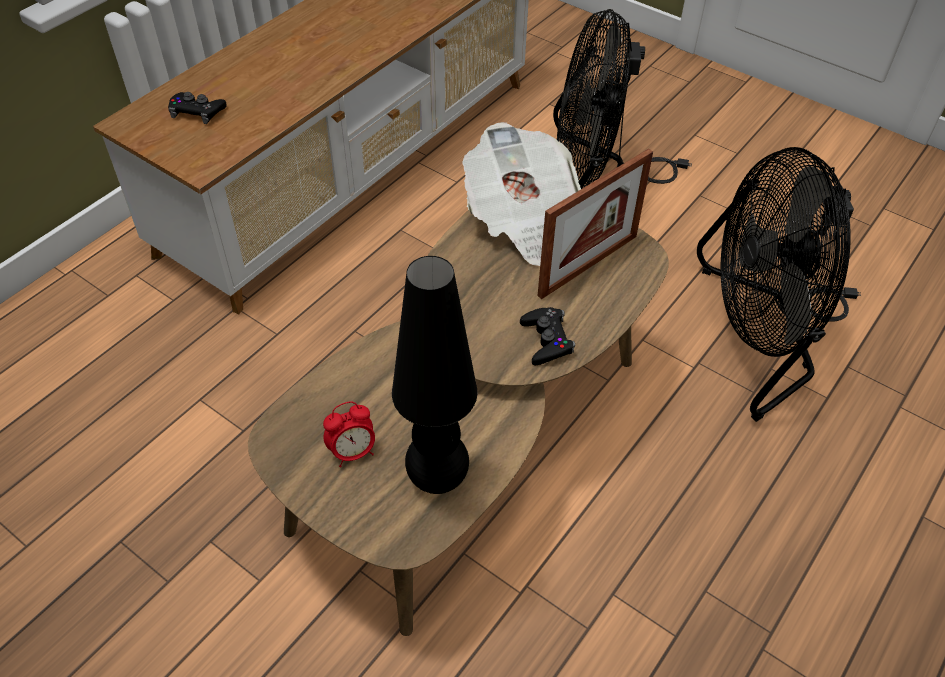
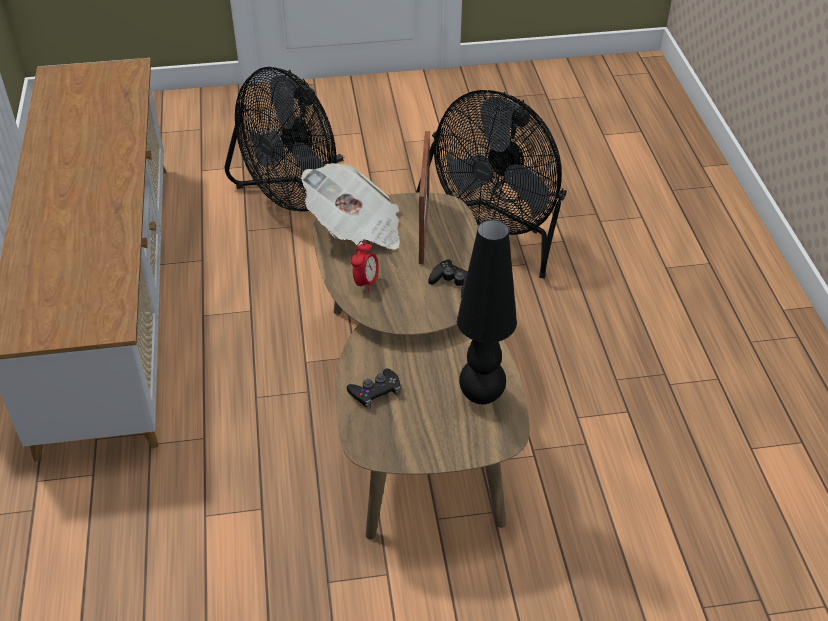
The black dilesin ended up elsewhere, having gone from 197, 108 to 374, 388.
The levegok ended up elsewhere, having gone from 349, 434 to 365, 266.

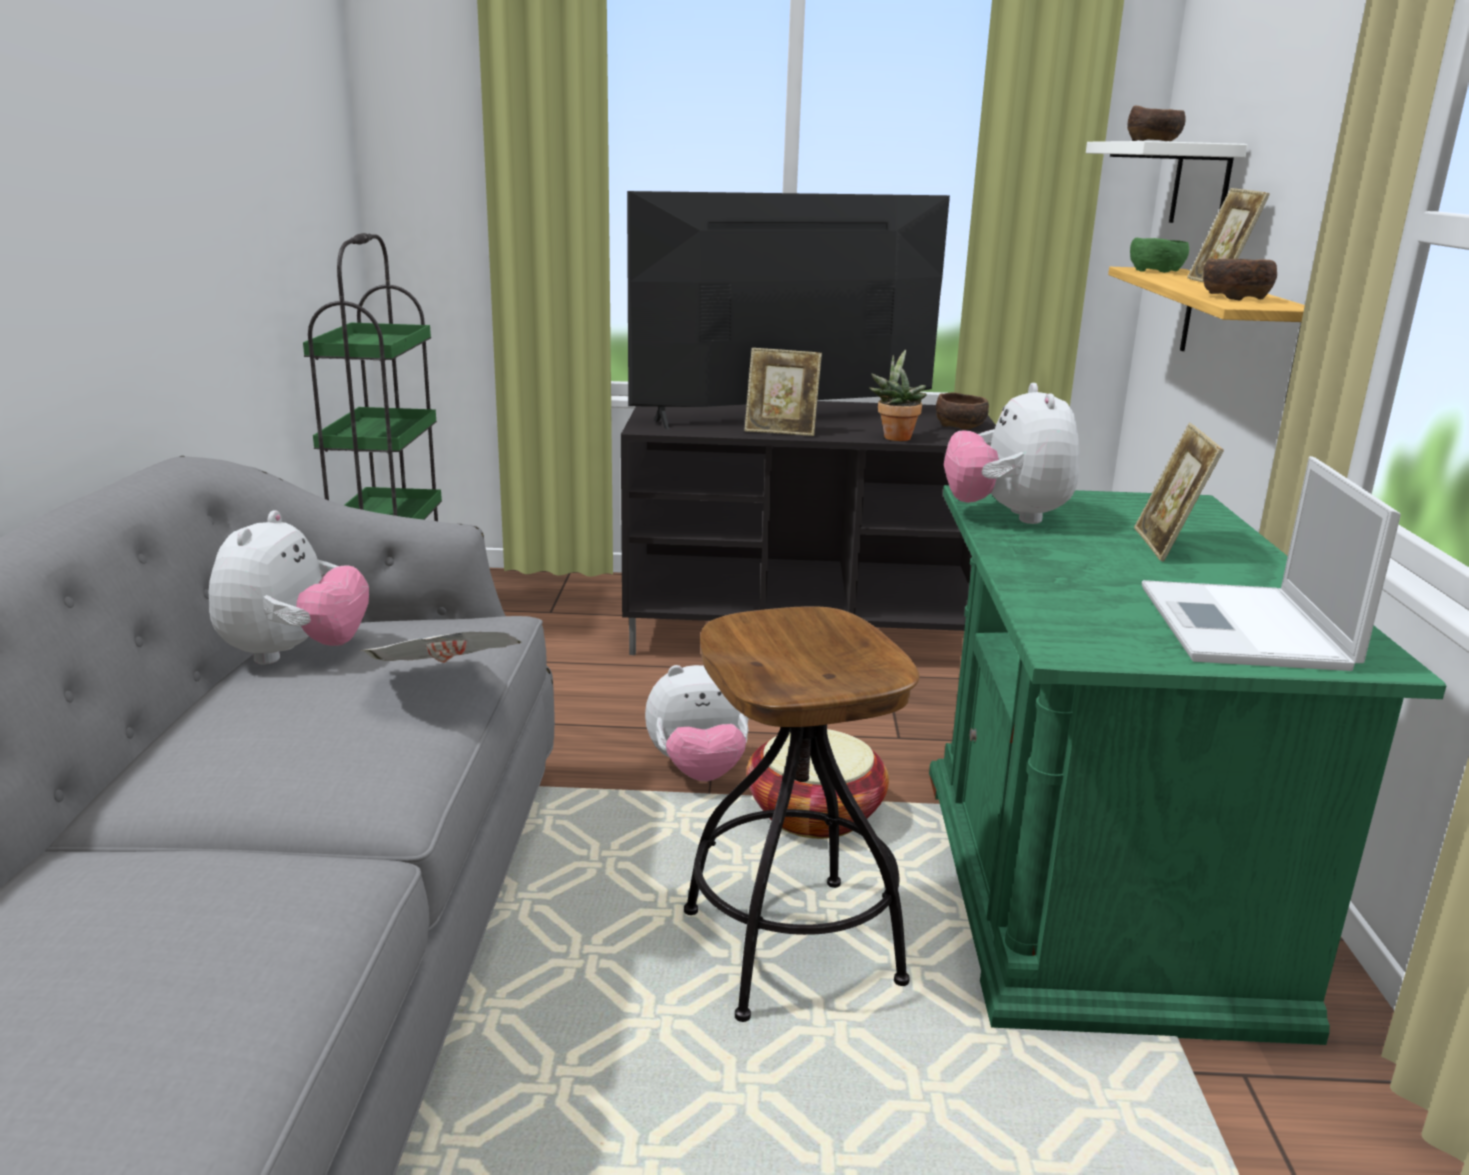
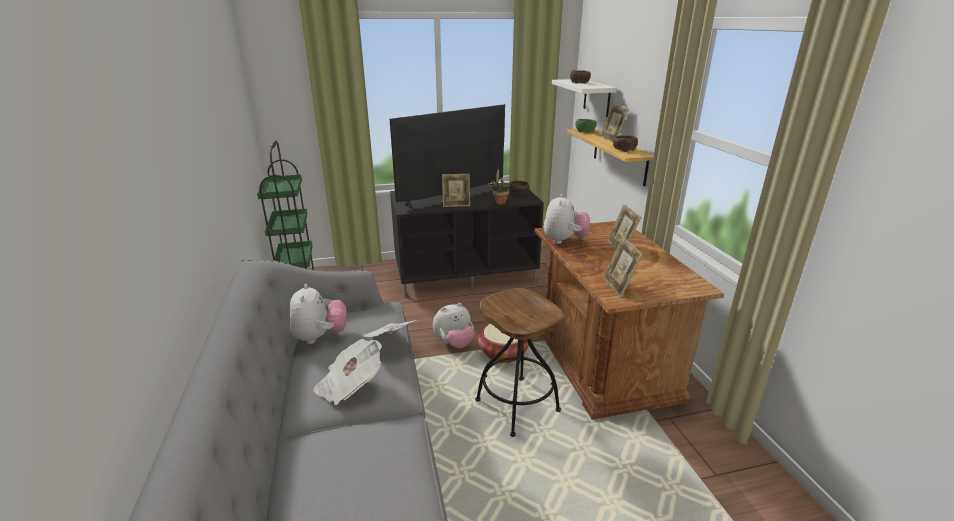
The second view gained the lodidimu at 348, 372.
What was the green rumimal at 1187, 765 turned into the brown rumimal at 629, 320.
The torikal at 1011, 453 ended up facing another way, 150 degrees counterclockwise from before.
The second view gained the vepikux at 623, 267.
The second view lost the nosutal at 1271, 563.

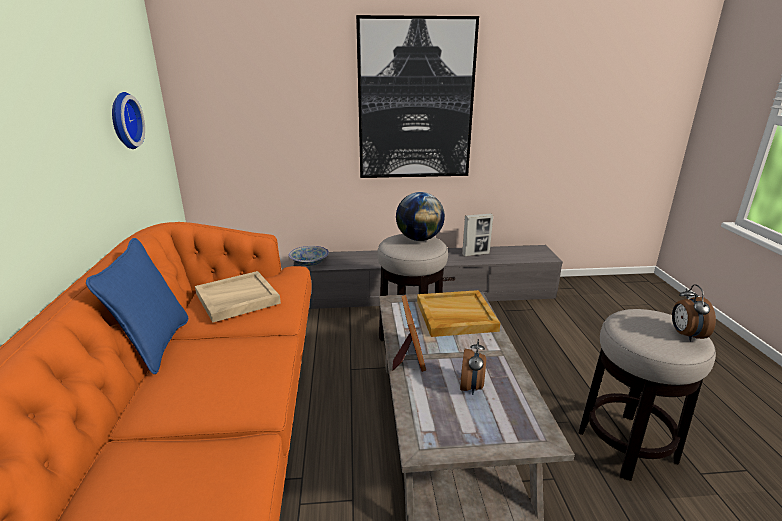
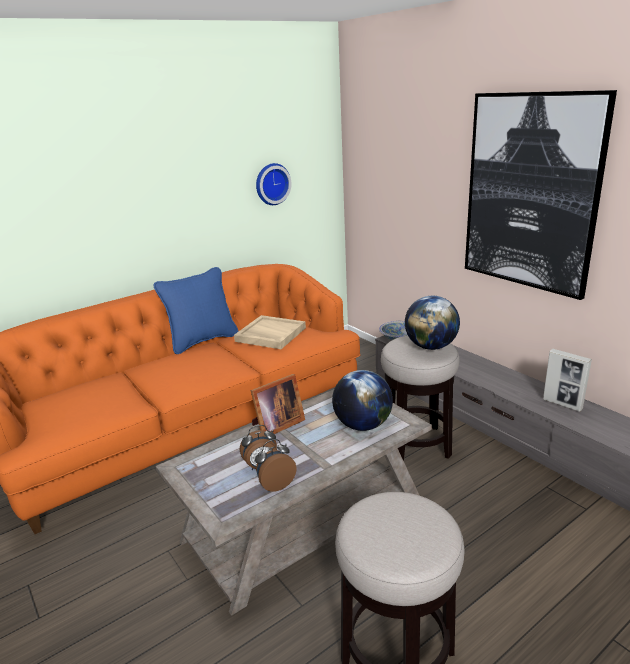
The levegok ended up elsewhere, having gone from 694, 312 to 276, 465.
Where the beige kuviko stood at 458, 313, the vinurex came to stand at 362, 400.

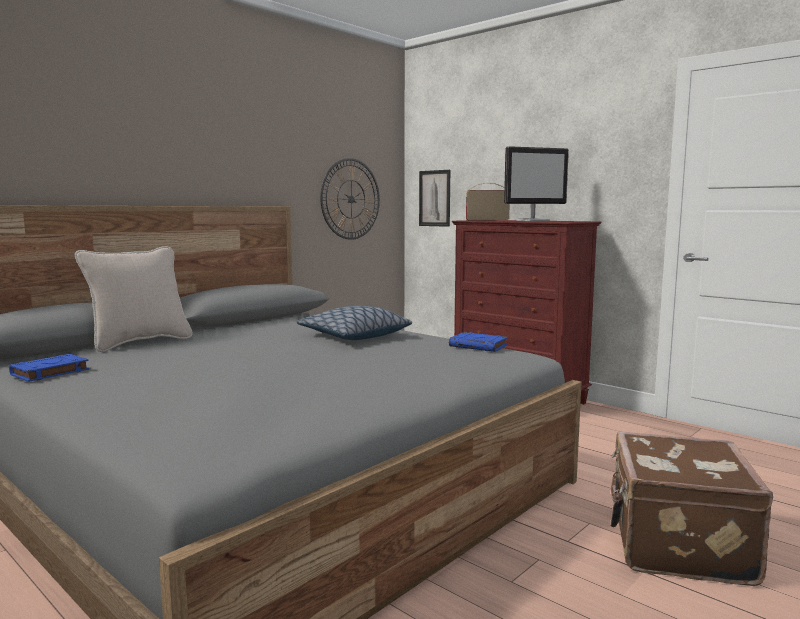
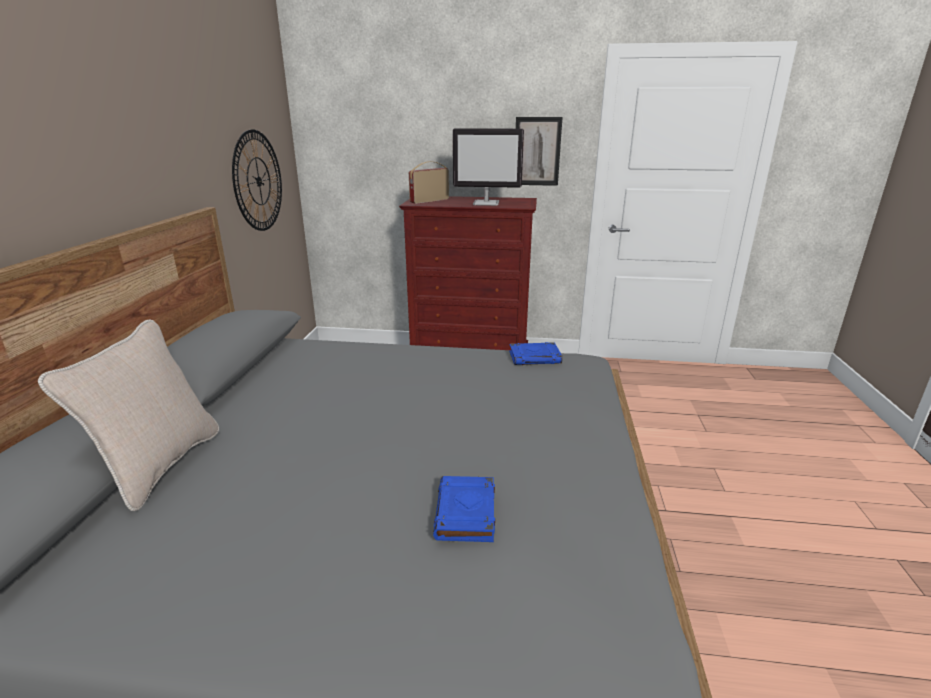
The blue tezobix ended up elsewhere, having gone from 49, 368 to 464, 509.
The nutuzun at 536, 183 ended up facing another way, 60 degrees clockwise from before.
The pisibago ended up elsewhere, having gone from 434, 198 to 539, 151.
The second view lost the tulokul at 354, 323.
The second view lost the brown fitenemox at 691, 508.

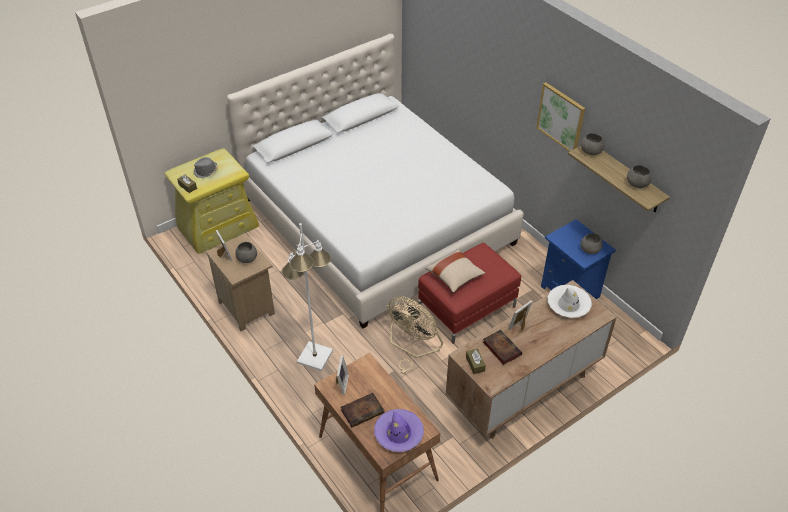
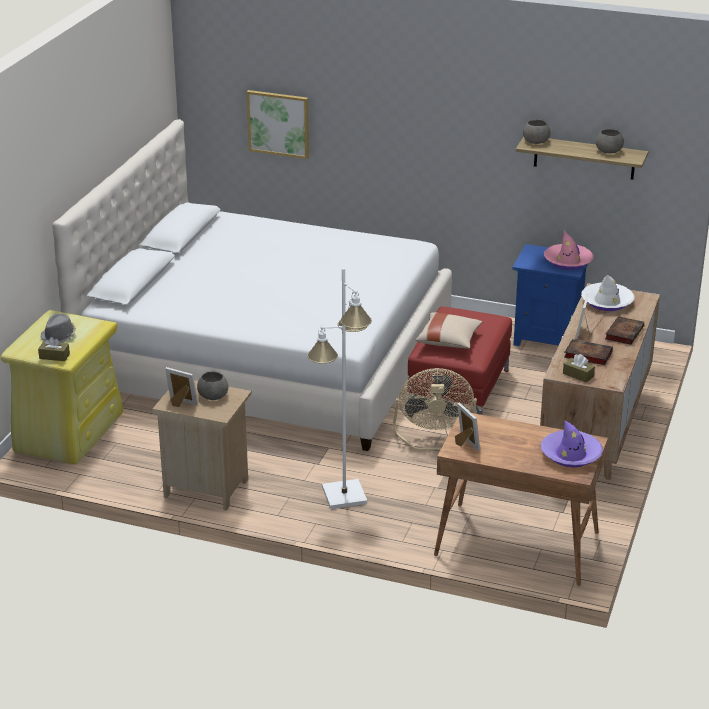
The pisibago ended up elsewhere, having gone from 560, 117 to 278, 124.
Where the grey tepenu stood at 591, 243, the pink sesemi came to stand at 569, 250.
The tezobix ended up elsewhere, having gone from 362, 410 to 624, 330.

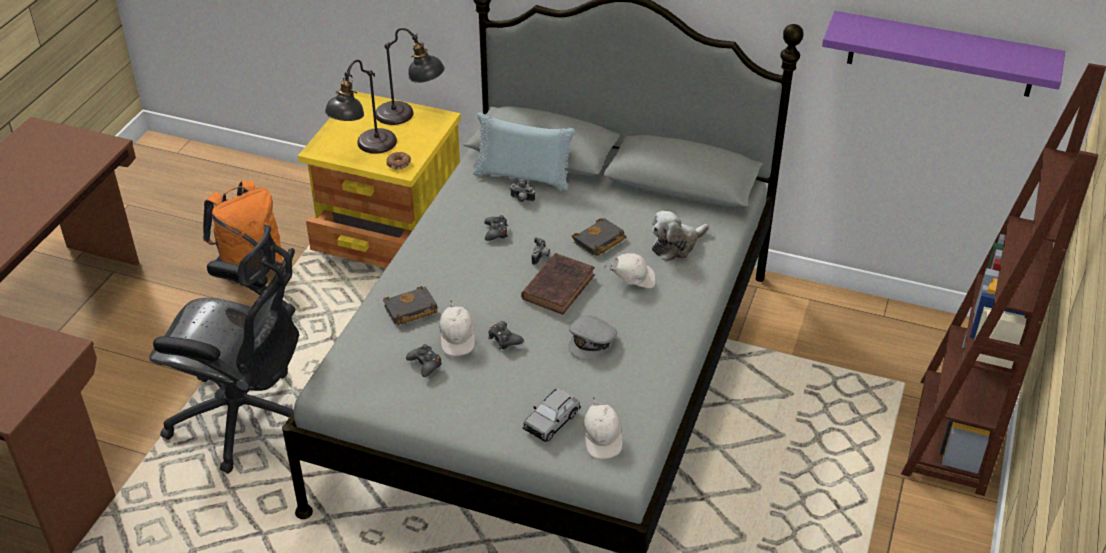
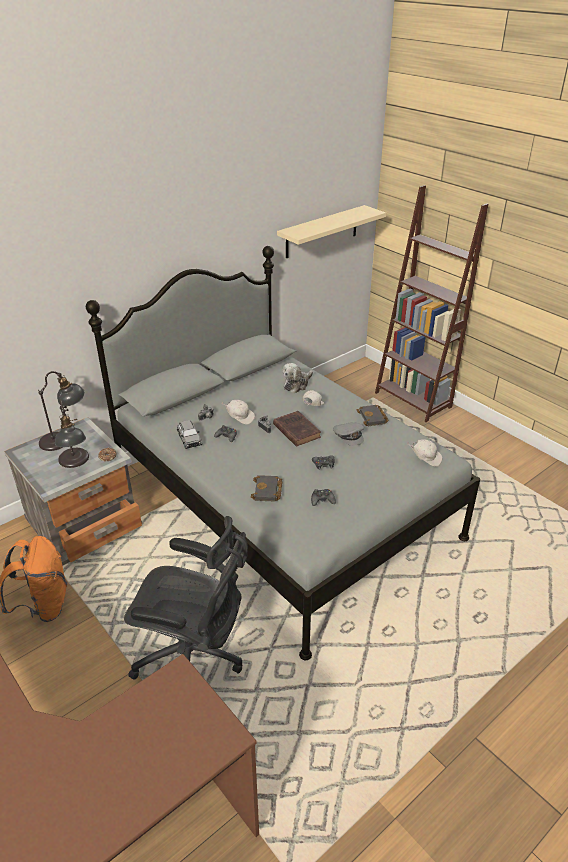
What was the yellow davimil at 379, 180 turned into the grey davimil at 73, 491.
The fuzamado at 224, 349 ended up facing another way, 60 degrees clockwise from before.
The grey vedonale ended up elsewhere, having gone from 551, 415 to 189, 434.
The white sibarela ended up elsewhere, having gone from 457, 328 to 238, 412.
What was the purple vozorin at 943, 54 turned into the beige vozorin at 331, 231.
The torikal at 680, 236 ended up facing another way, 45 degrees clockwise from before.
The black tezobix ended up elsewhere, having gone from 599, 237 to 373, 415.
The second view lost the blue tulokul at 524, 152.

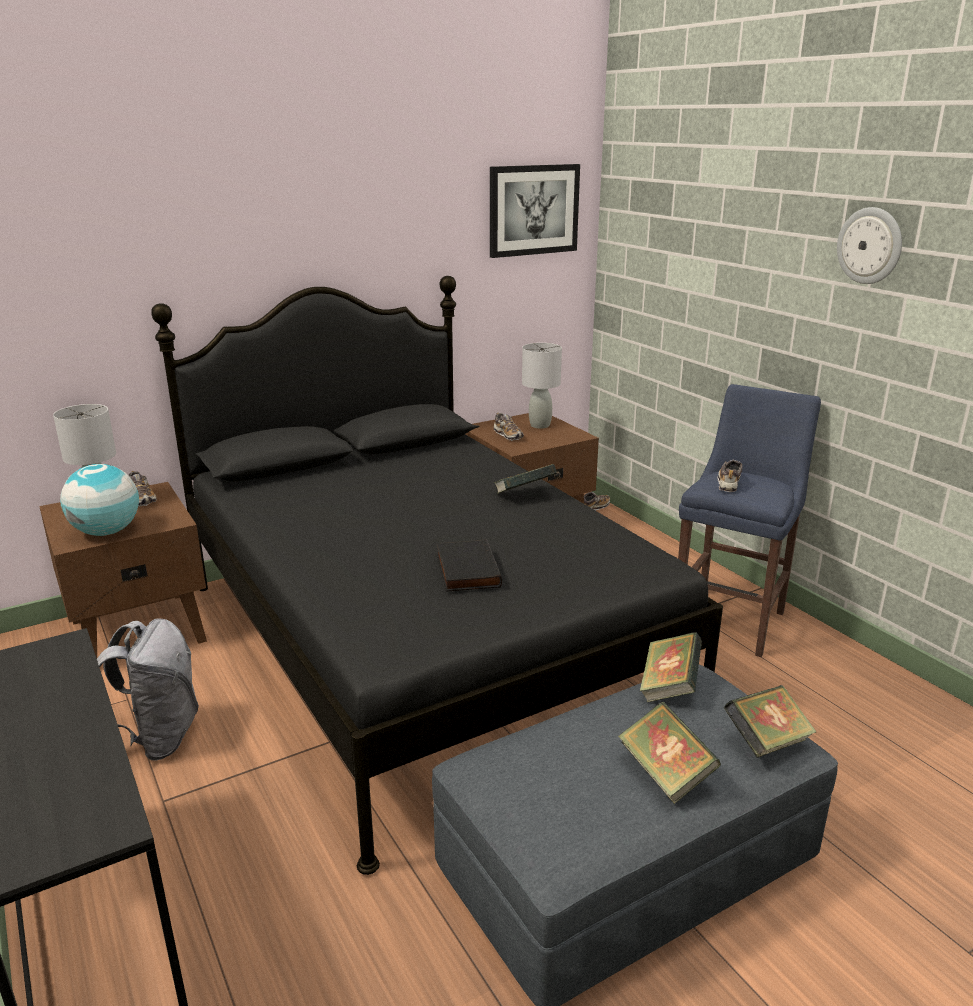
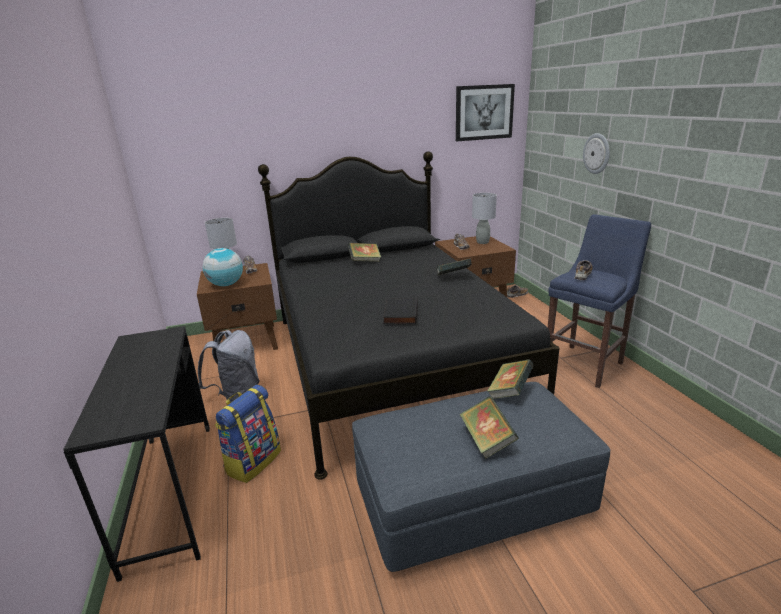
The second view gained the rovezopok at 248, 434.
The tezobix ended up elsewhere, having gone from 770, 721 to 364, 252.
The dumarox ended up elsewhere, having gone from 869, 245 to 596, 153.

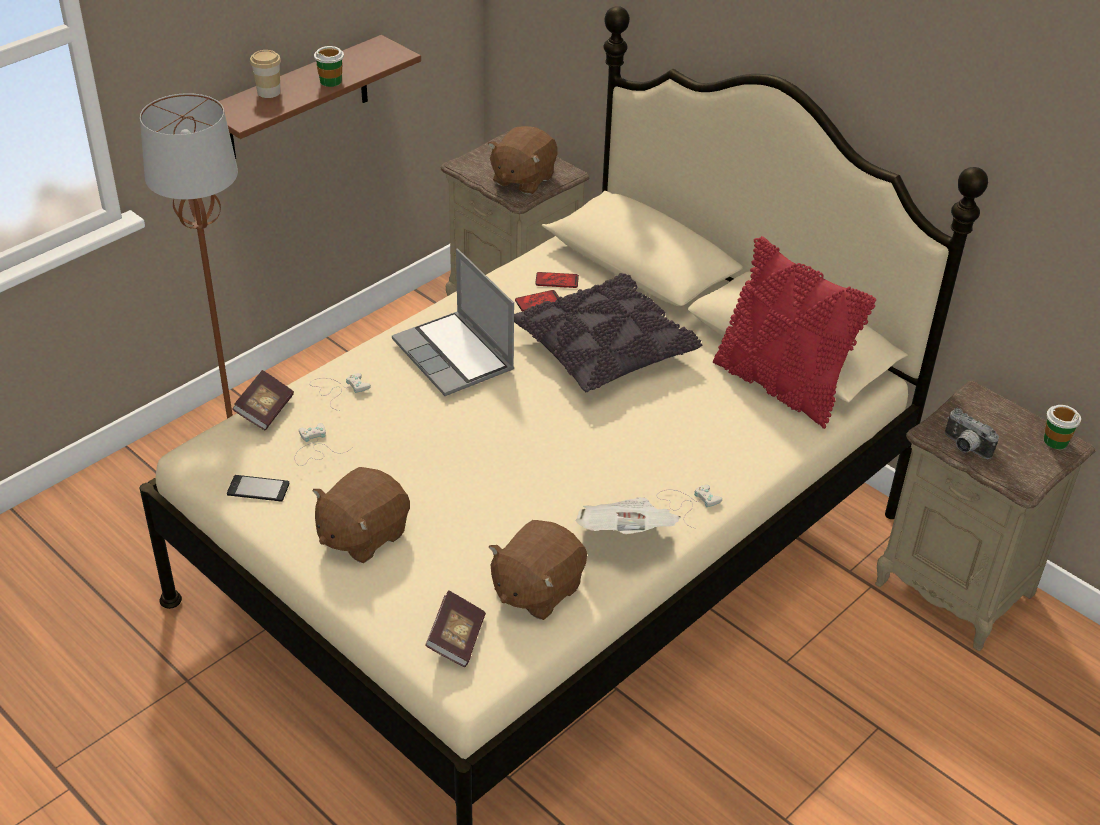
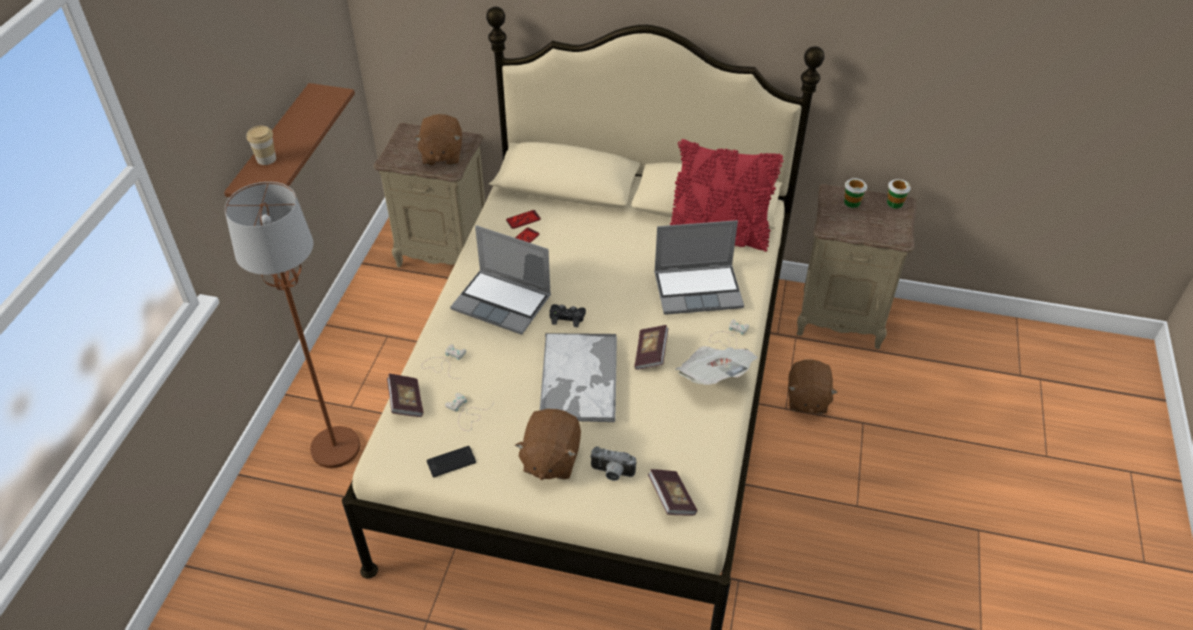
The second view gained the kuviko at 578, 377.
The second view gained the black dilesin at 567, 315.
The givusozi ended up elsewhere, having gone from 972, 433 to 613, 463.
The second view gained the tezobix at 651, 347.
The second view gained the nosutal at 699, 267.
The brown torikal ended up elsewhere, having gone from 538, 570 to 813, 387.
The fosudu ended up elsewhere, having gone from 329, 66 to 855, 193.
The second view lost the black tulokul at 608, 332.

